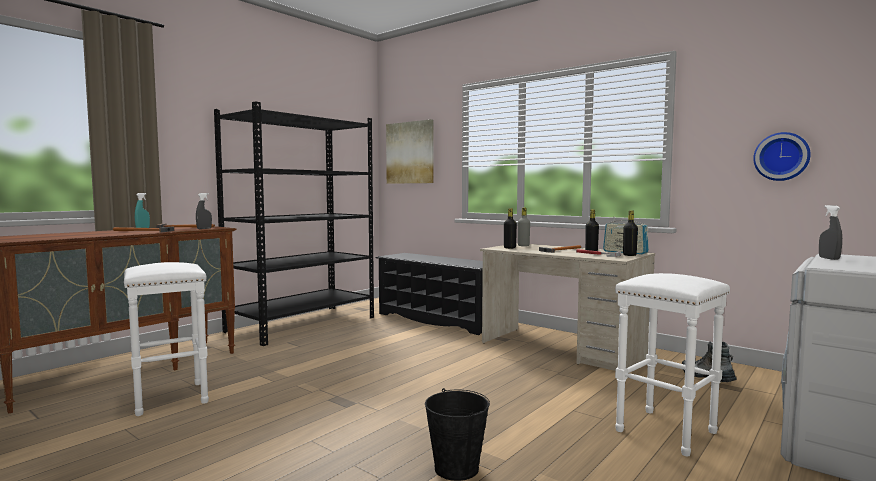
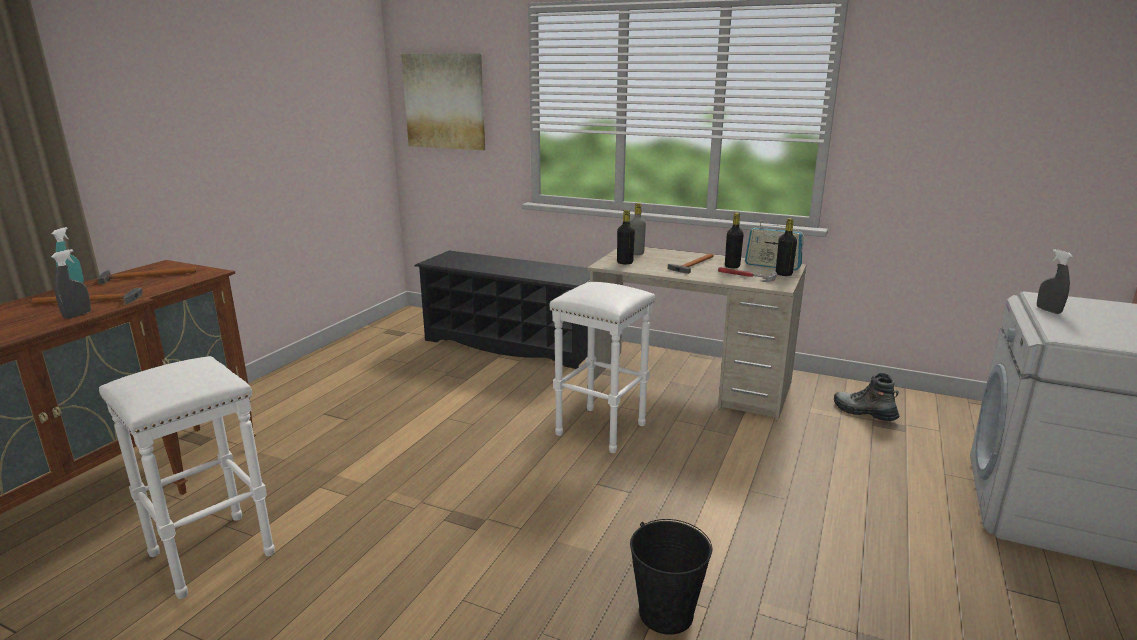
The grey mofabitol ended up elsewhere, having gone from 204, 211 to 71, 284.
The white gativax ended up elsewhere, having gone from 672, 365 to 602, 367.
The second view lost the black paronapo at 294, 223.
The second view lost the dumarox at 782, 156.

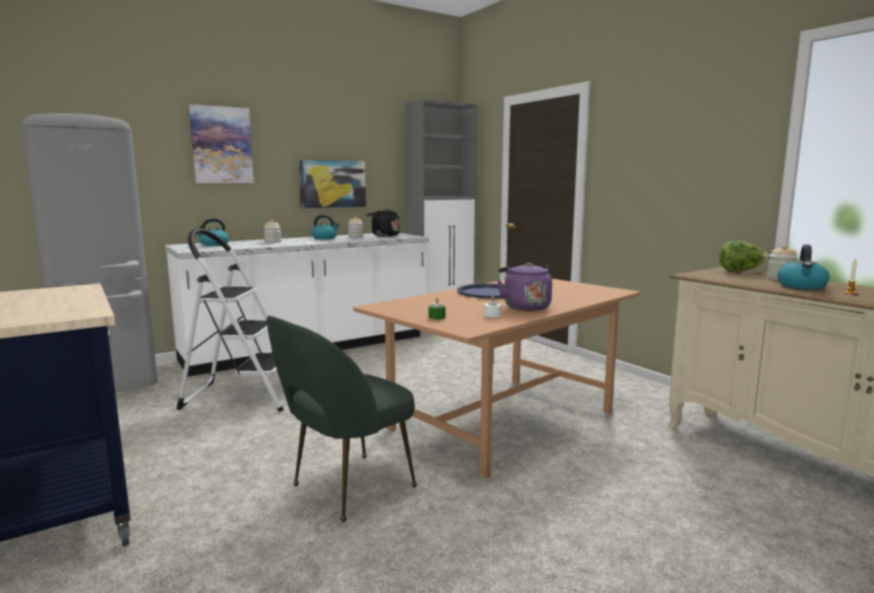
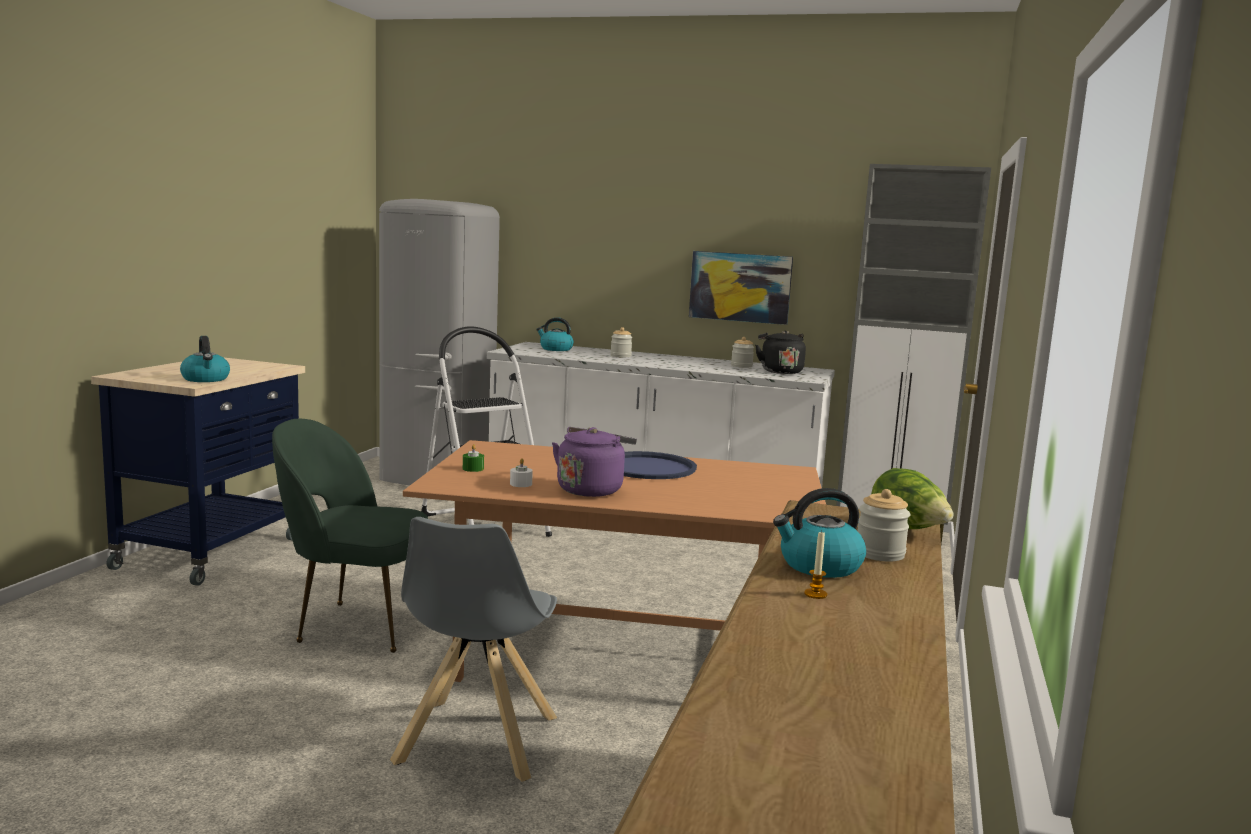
The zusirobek ended up elsewhere, having gone from 326, 227 to 205, 359.
The second view gained the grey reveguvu at 473, 649.
The second view lost the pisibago at 221, 143.

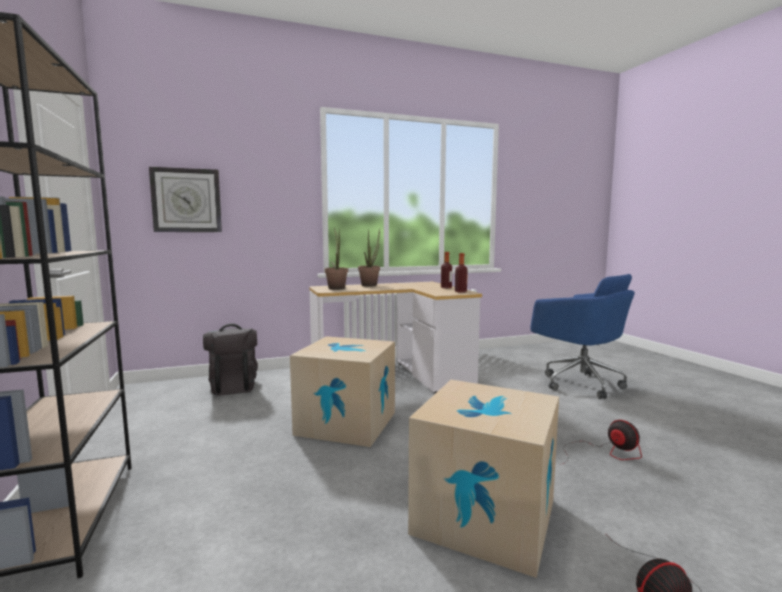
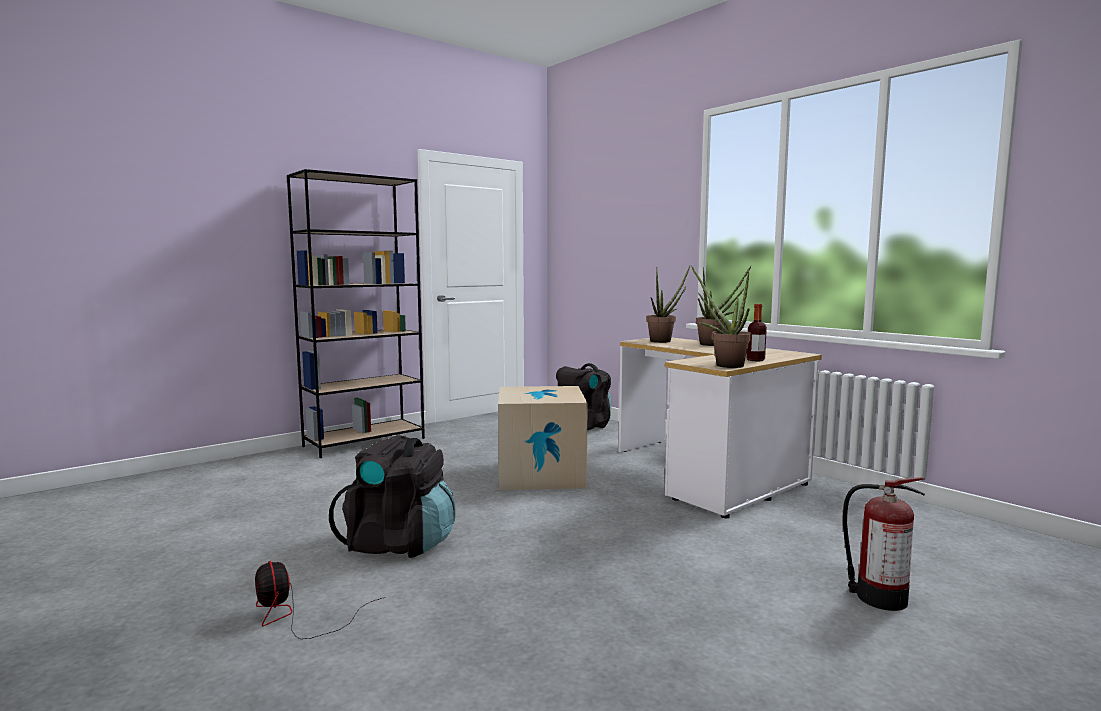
Where the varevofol stood at 483, 479, the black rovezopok came to stand at 392, 496.
Where the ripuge stood at 461, 273, the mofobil came to stand at 721, 317.
Where the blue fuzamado stood at 582, 336, the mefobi came to stand at 884, 544.
The second view lost the dumarox at 185, 199.
The second view lost the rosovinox at 601, 442.

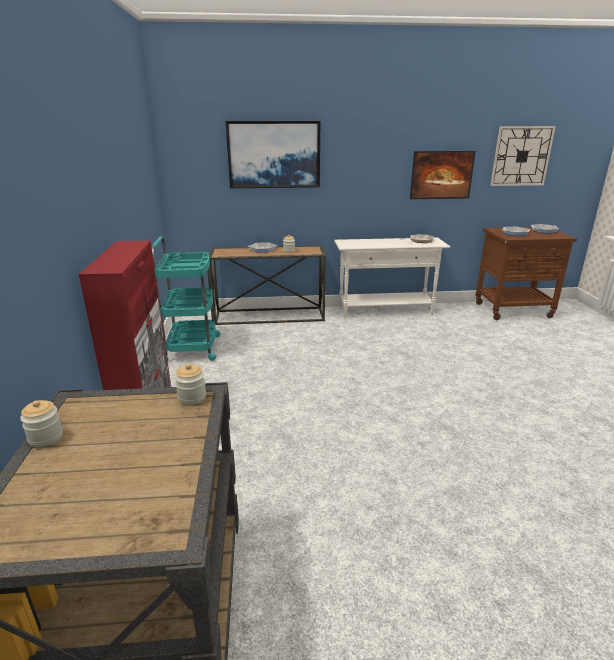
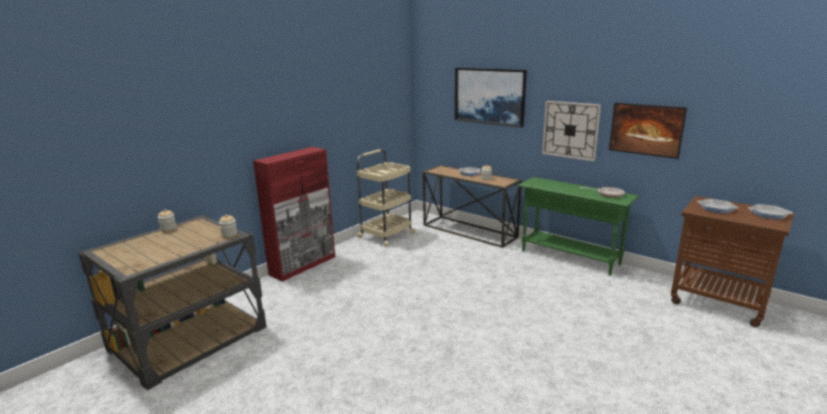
What was the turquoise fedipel at 186, 298 turned into the beige fedipel at 386, 198.
What was the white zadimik at 392, 278 turned into the green zadimik at 578, 226.
The dumarox ended up elsewhere, having gone from 523, 156 to 571, 131.

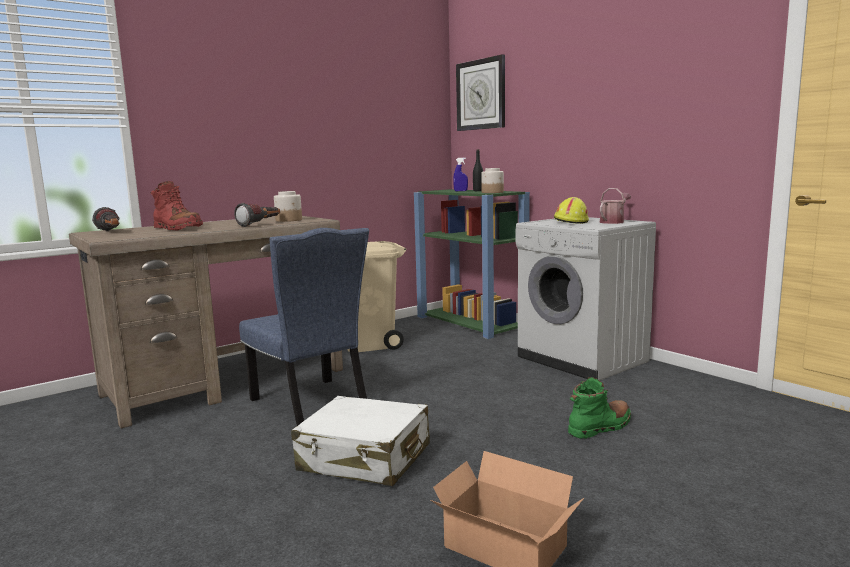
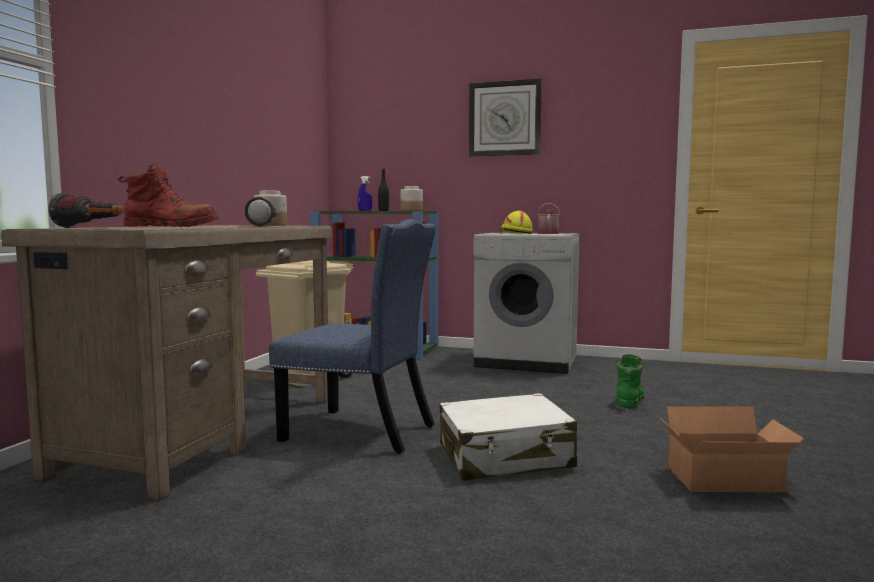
The dumarox ended up elsewhere, having gone from 480, 93 to 505, 118.

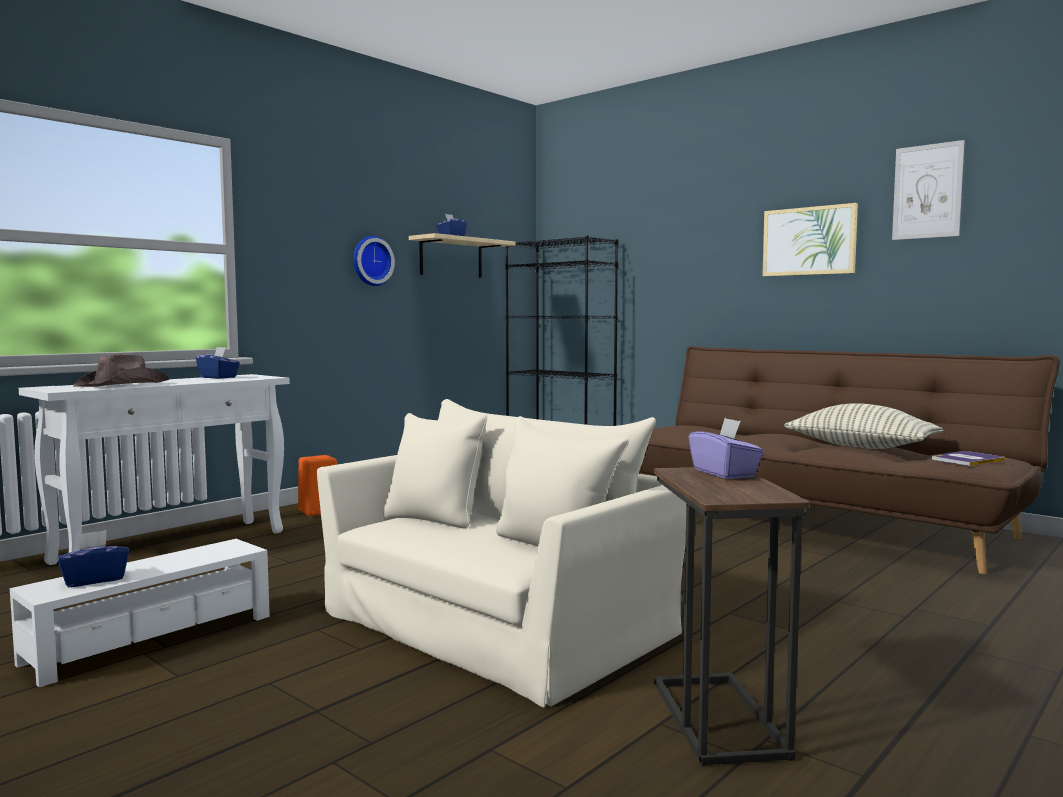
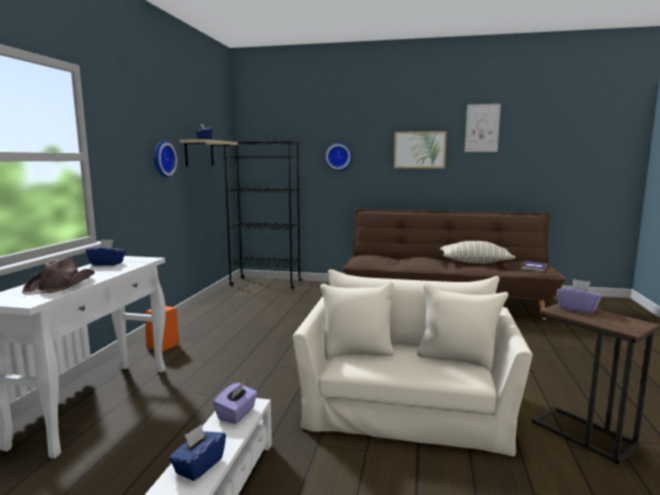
The second view gained the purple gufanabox at 235, 403.
The second view gained the dumarox at 338, 157.

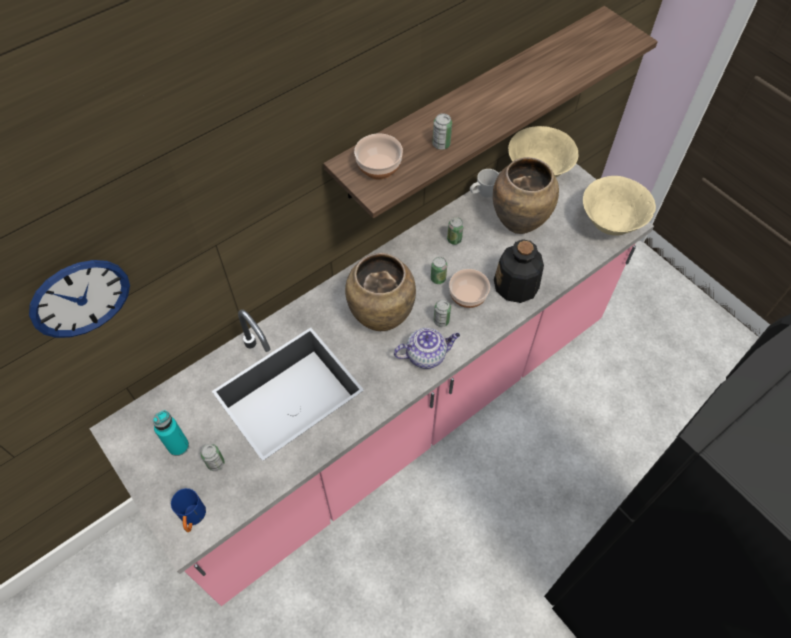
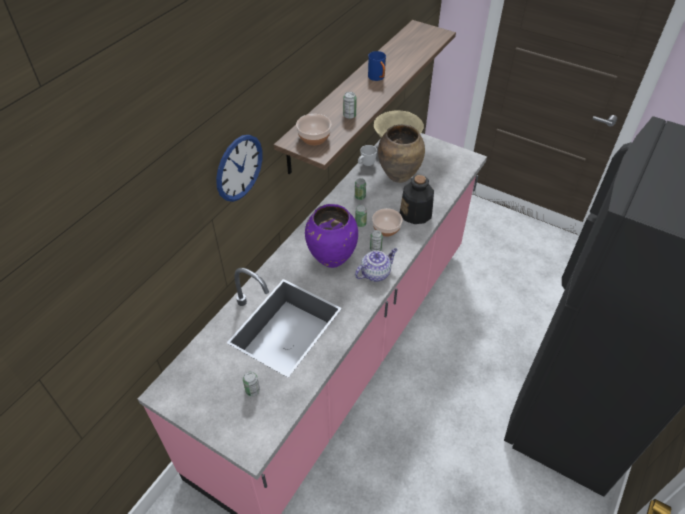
The dumarox ended up elsewhere, having gone from 79, 299 to 239, 168.
What was the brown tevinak at 380, 292 turned into the purple tevinak at 331, 236.
The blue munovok ended up elsewhere, having gone from 188, 510 to 377, 66.
The second view lost the turquoise ripuge at 171, 433.
The second view lost the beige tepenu at 619, 206.

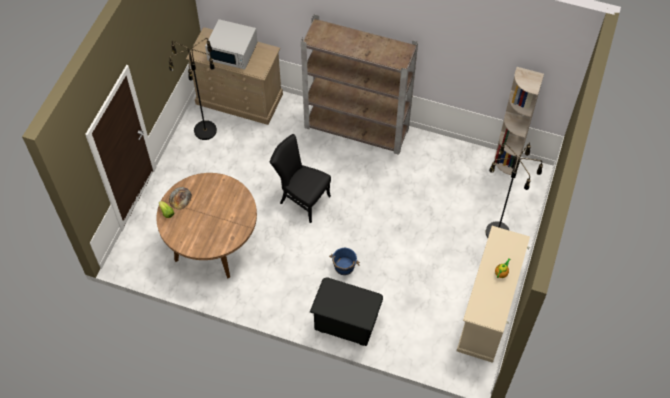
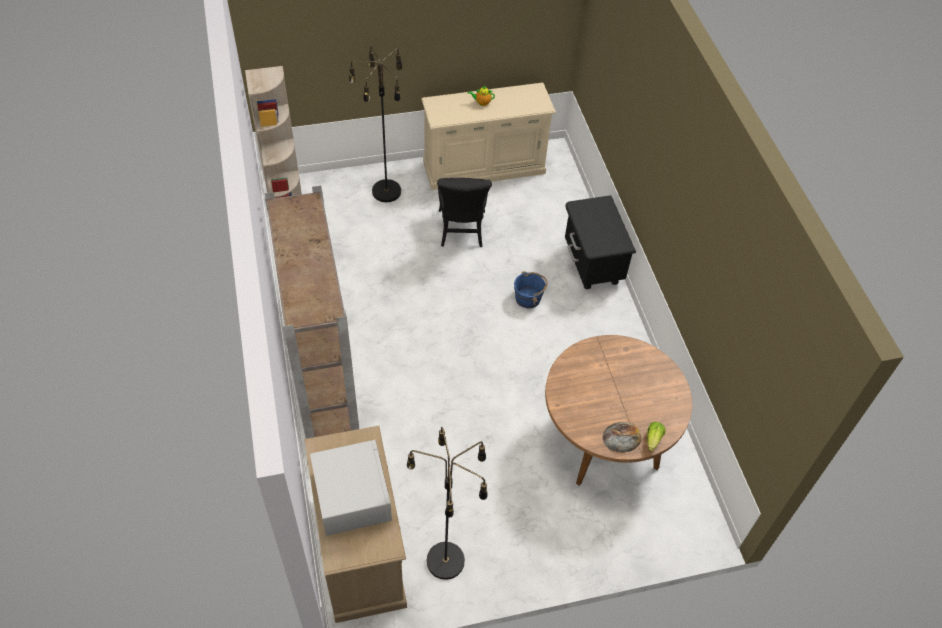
The black reveguvu ended up elsewhere, having gone from 300, 178 to 464, 213.

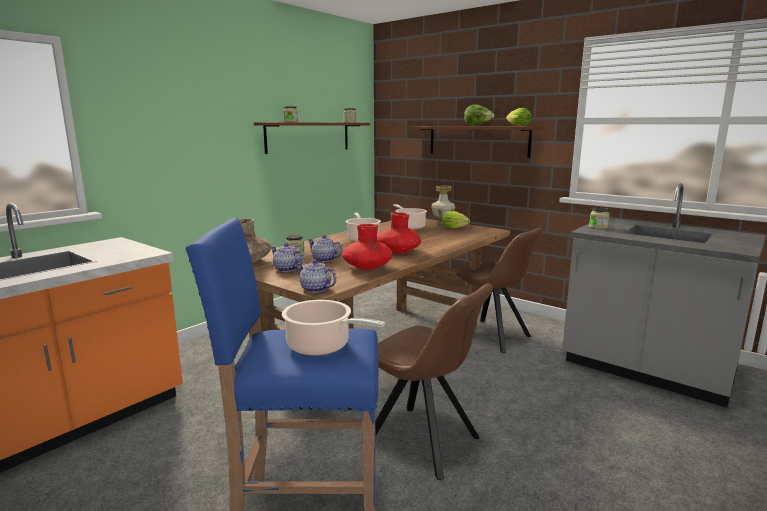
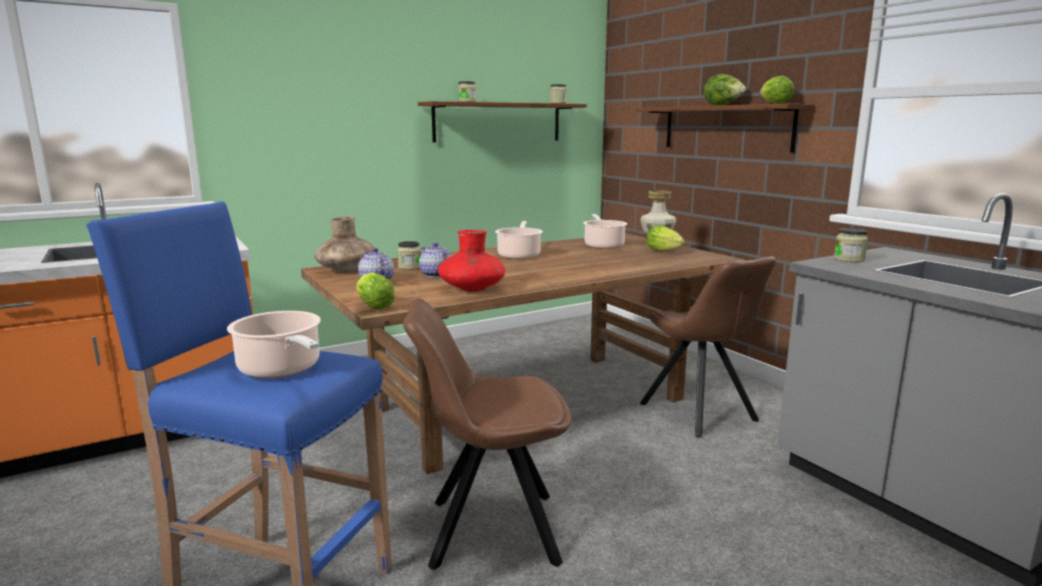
Where the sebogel stood at 316, 276, the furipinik came to stand at 375, 291.
The brown reveguvu at 434, 381 ended up facing another way, 120 degrees clockwise from before.
The second view lost the red tevinak at 399, 233.

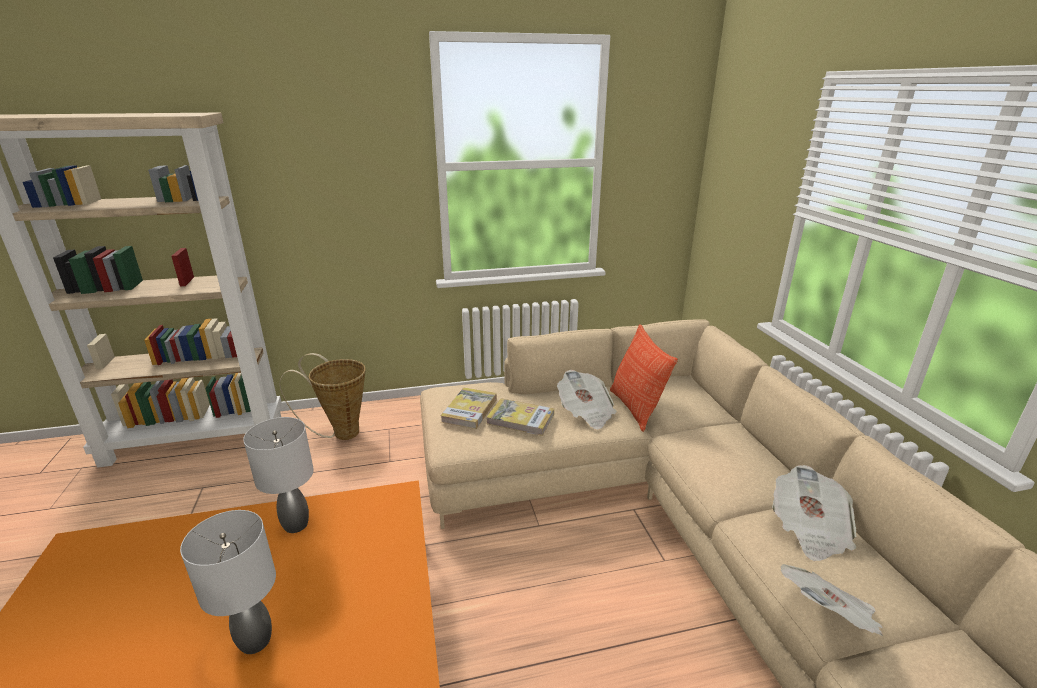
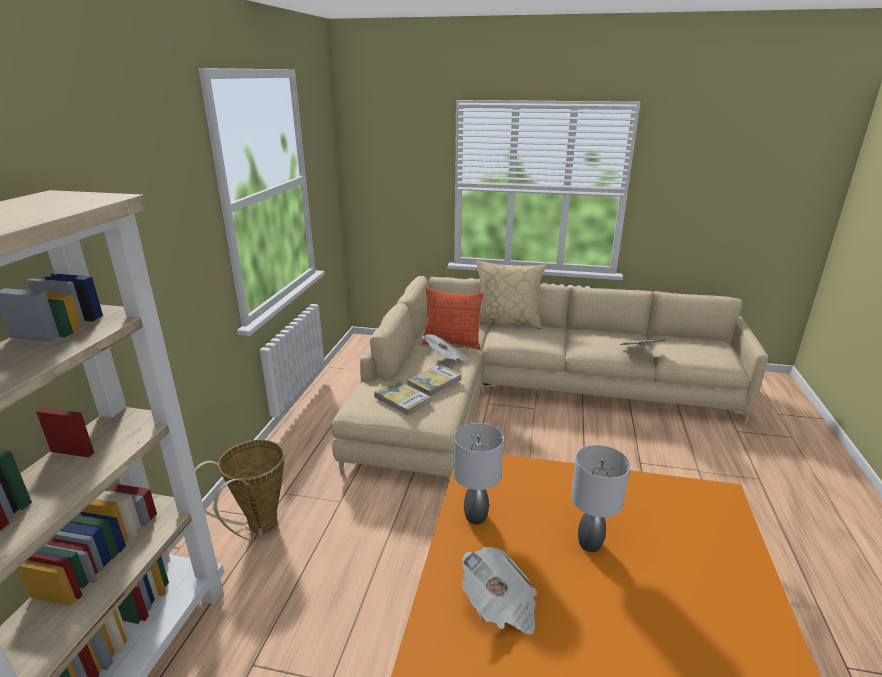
The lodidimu ended up elsewhere, having gone from 814, 513 to 499, 591.
The second view gained the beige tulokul at 512, 295.

